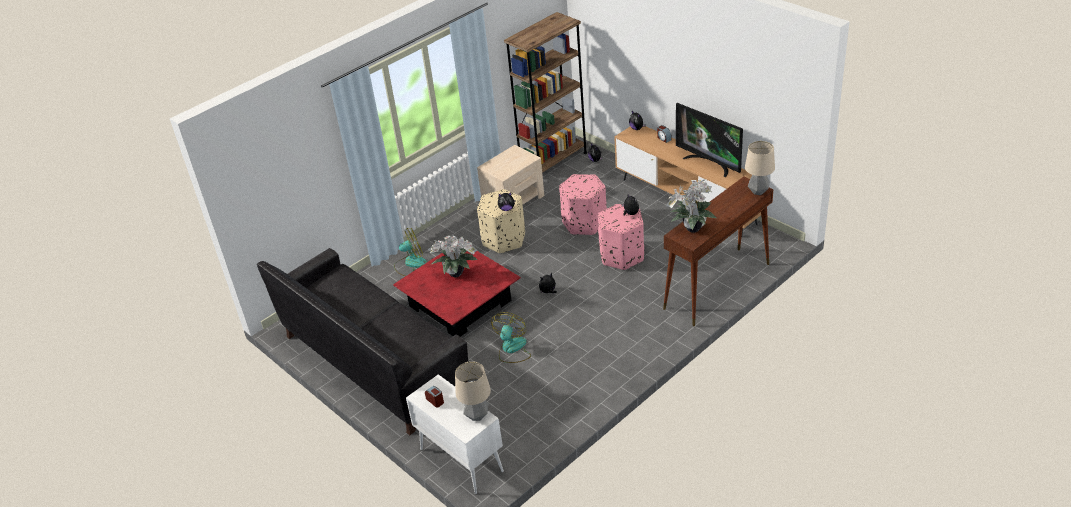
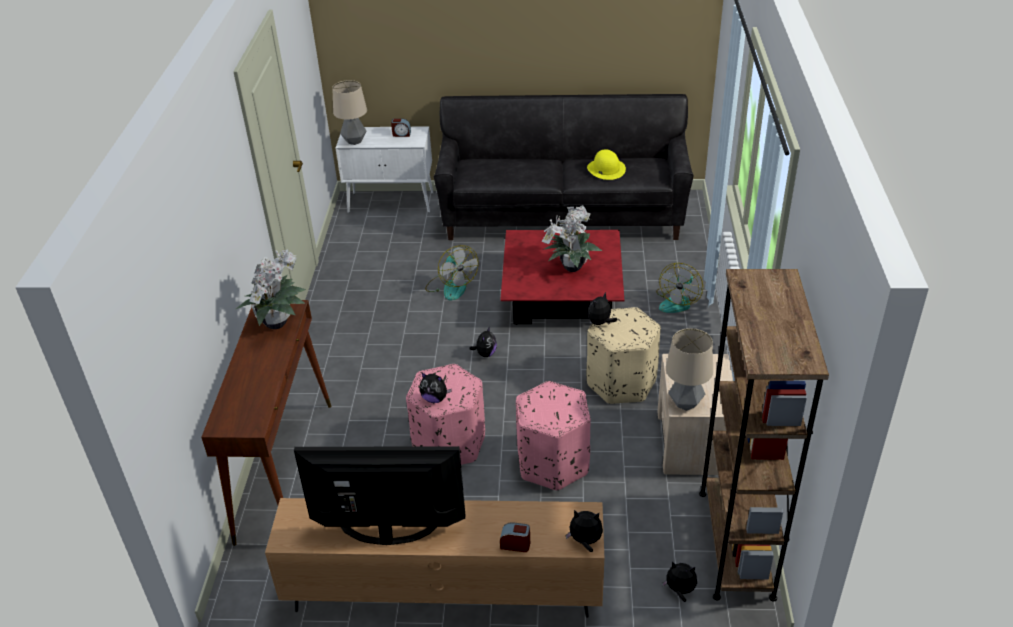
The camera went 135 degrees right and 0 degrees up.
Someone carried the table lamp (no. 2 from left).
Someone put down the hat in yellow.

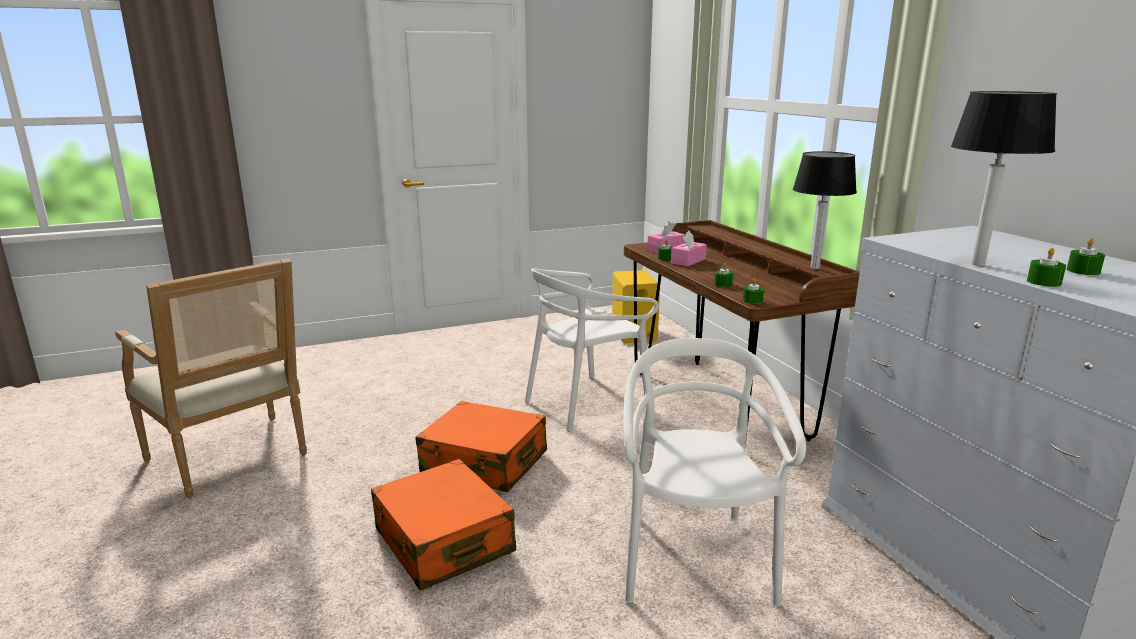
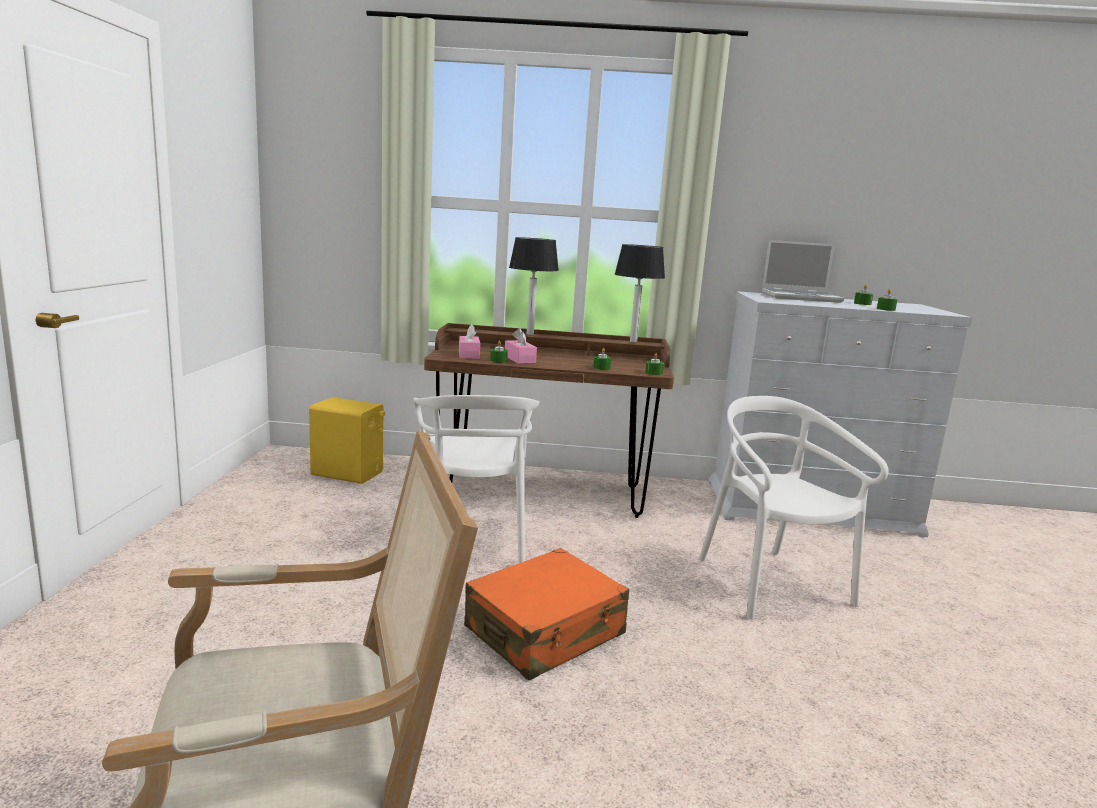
The camera went 65 degrees left and 5 degrees down.
Someone took away the suitcase in orange (no. 1 from left).
Someone rotated the chair in white (no. 2 from left) by 45 degrees clockwise.
Someone carried the table lamp (no. 2 from left in the first image).
Someone put down the laptop.

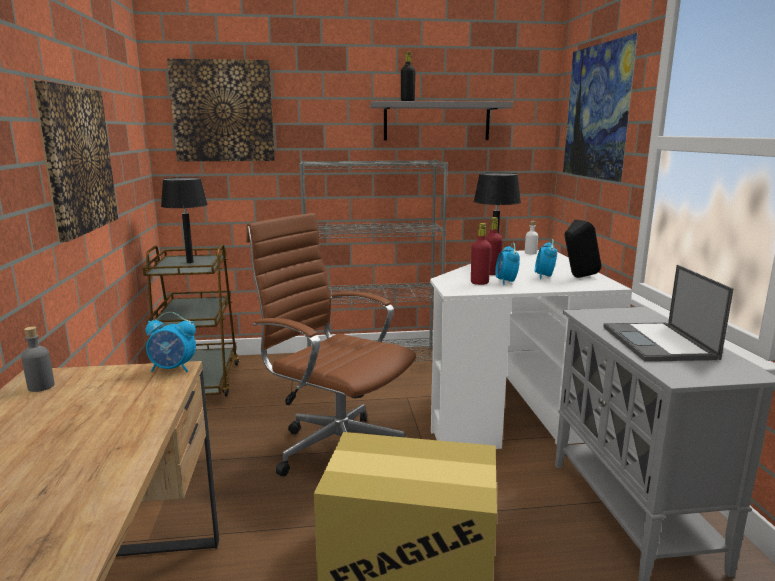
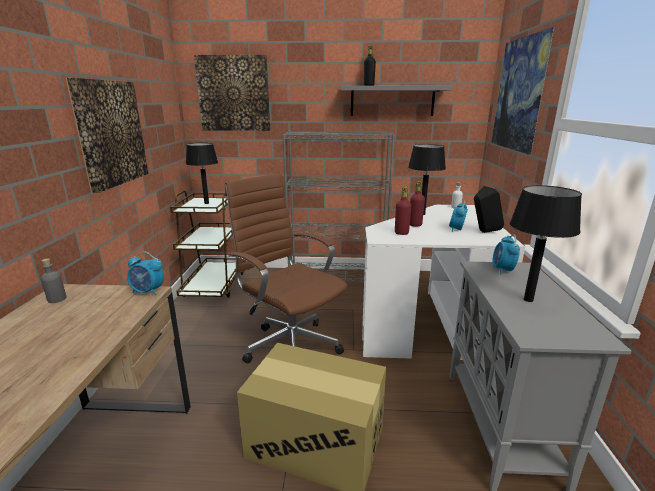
The camera went 10 degrees right and 5 degrees up.
Someone carried the alarm clock (no. 2 from left in the first image).
Someone swapped the laptop for the table lamp in black (no. 3 from left).

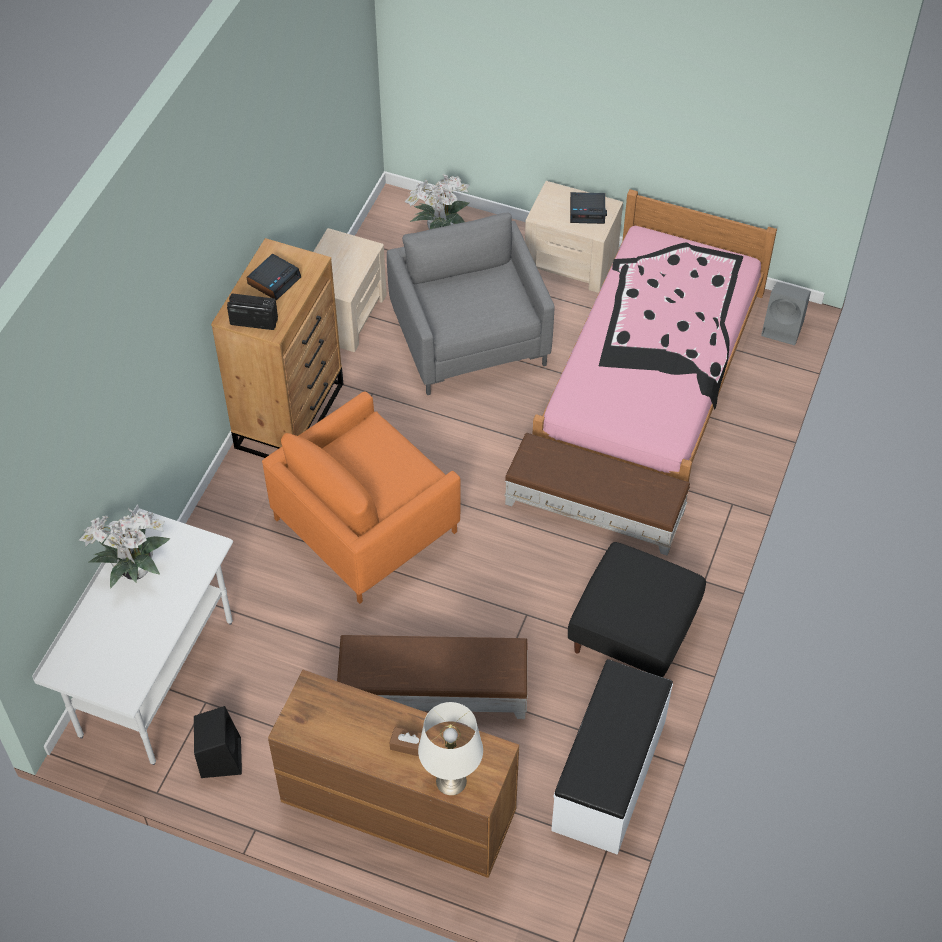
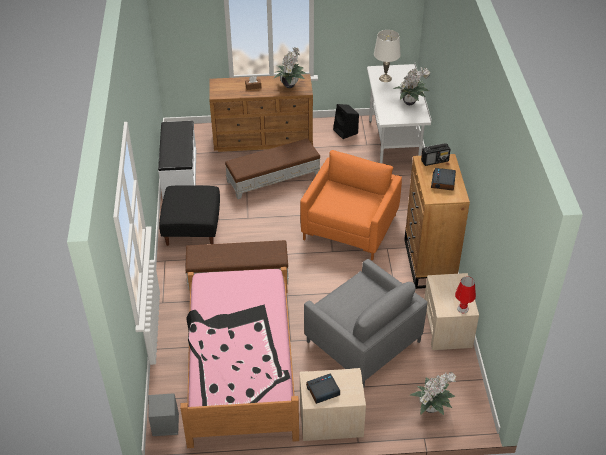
The camera went 155 degrees right and 10 degrees down.
Someone carried the table lamp in white.
Someone put down the potted plant (no. 1 from left).
Someone put down the table lamp in red.

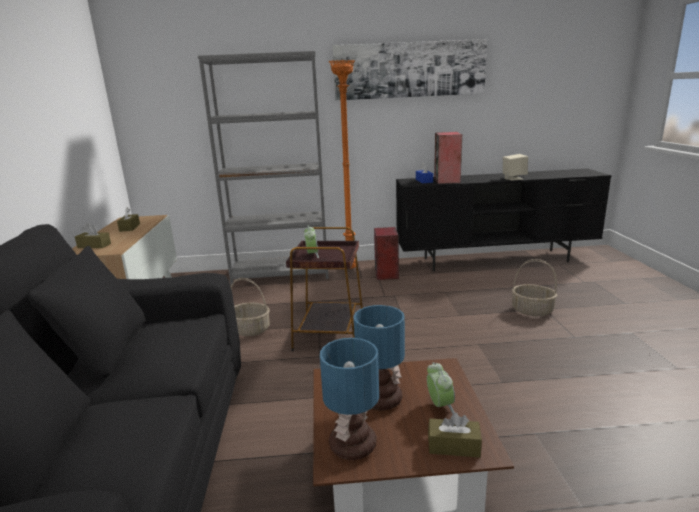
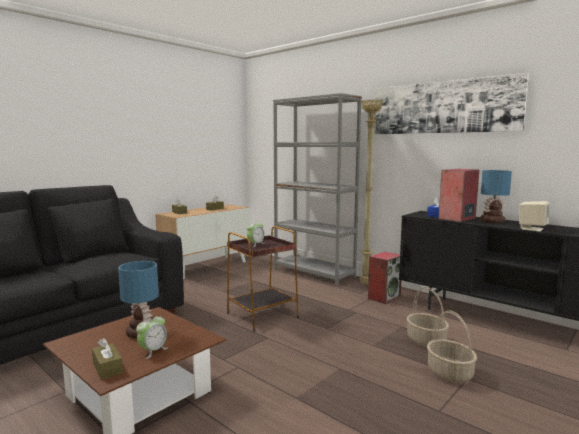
The camera went 45 degrees right and 10 degrees down.
Someone carried the basket (no. 1 from left).
Someone carried the table lamp (no. 1 from left in the first image).
Someone repainted the floor lamp in orange, which became the floor lamp in beige.

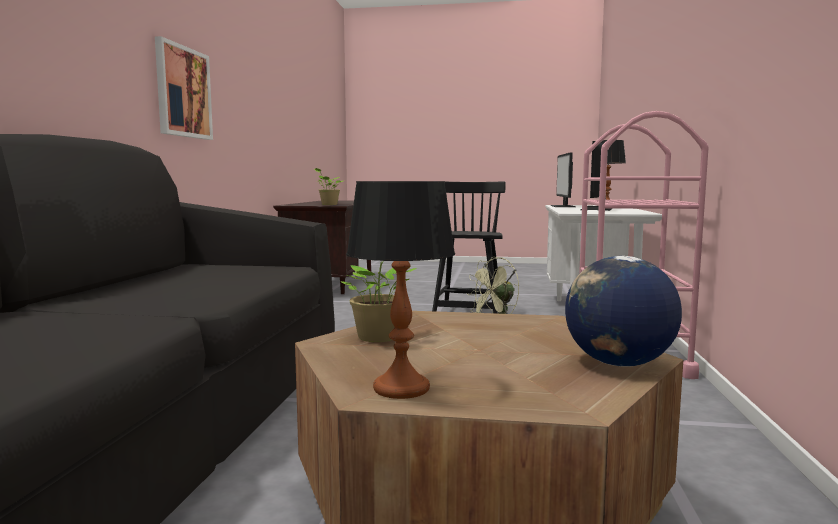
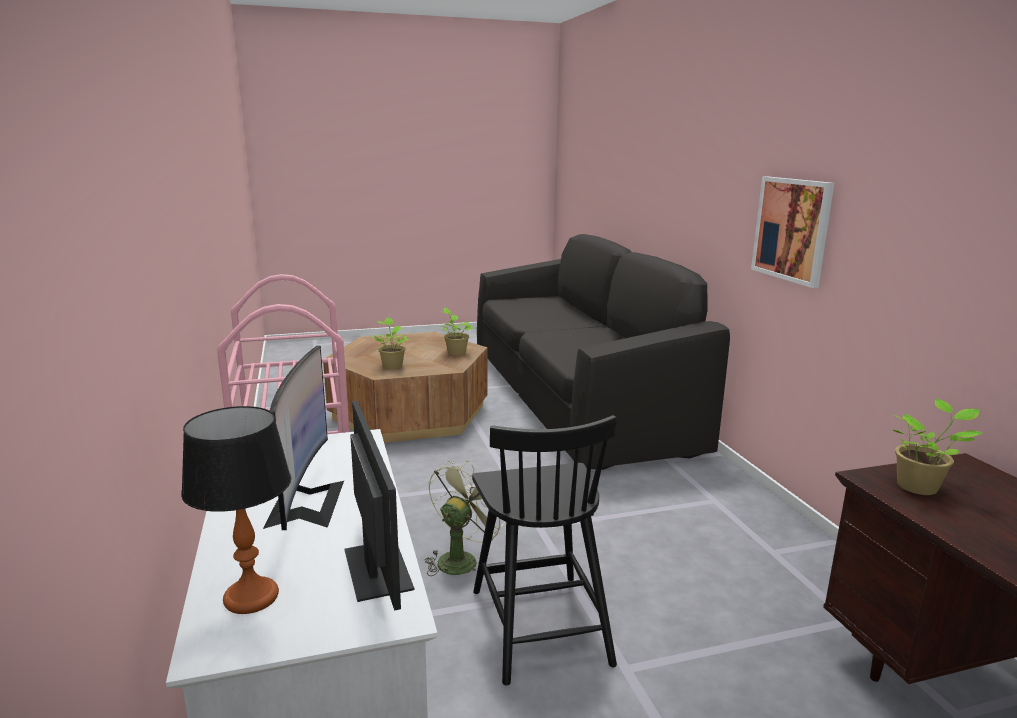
The camera went 155 degrees right and 10 degrees up.
Someone took away the table lamp (no. 1 from left).
Someone took away the globe.
Someone put down the potted plant (no. 1 from left).

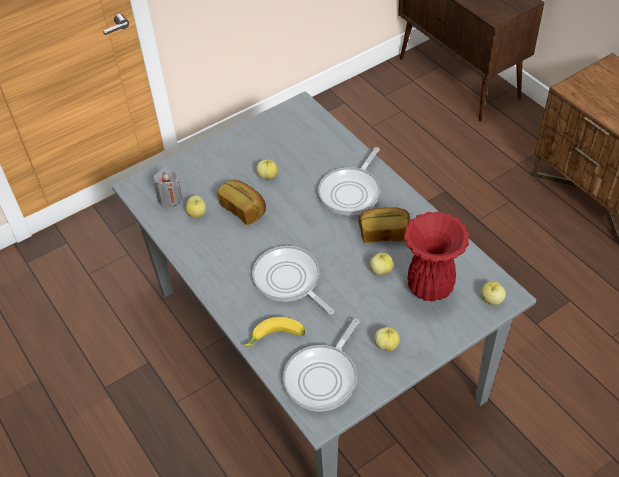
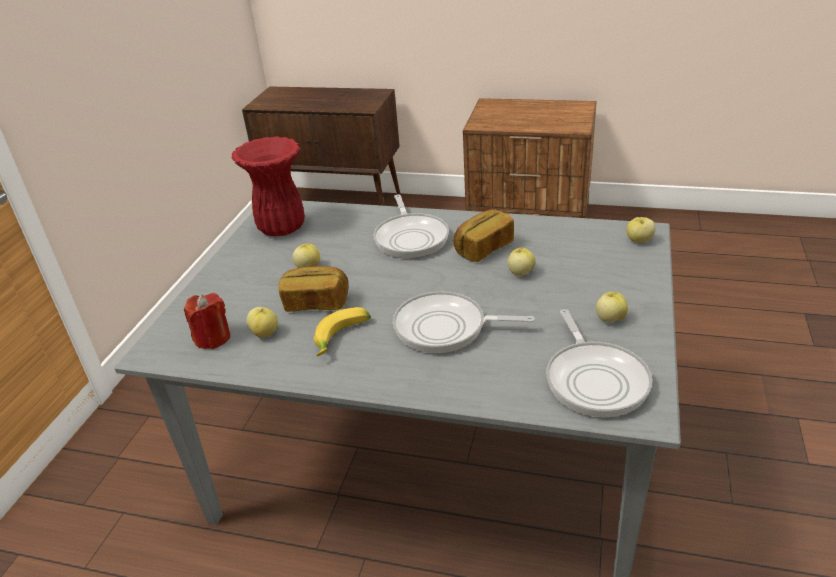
The camera went 40 degrees left and 15 degrees down.
Someone repainted the candle in grey, which became the candle in red.
Someone carried the banana.
Someone carried the vase in red.

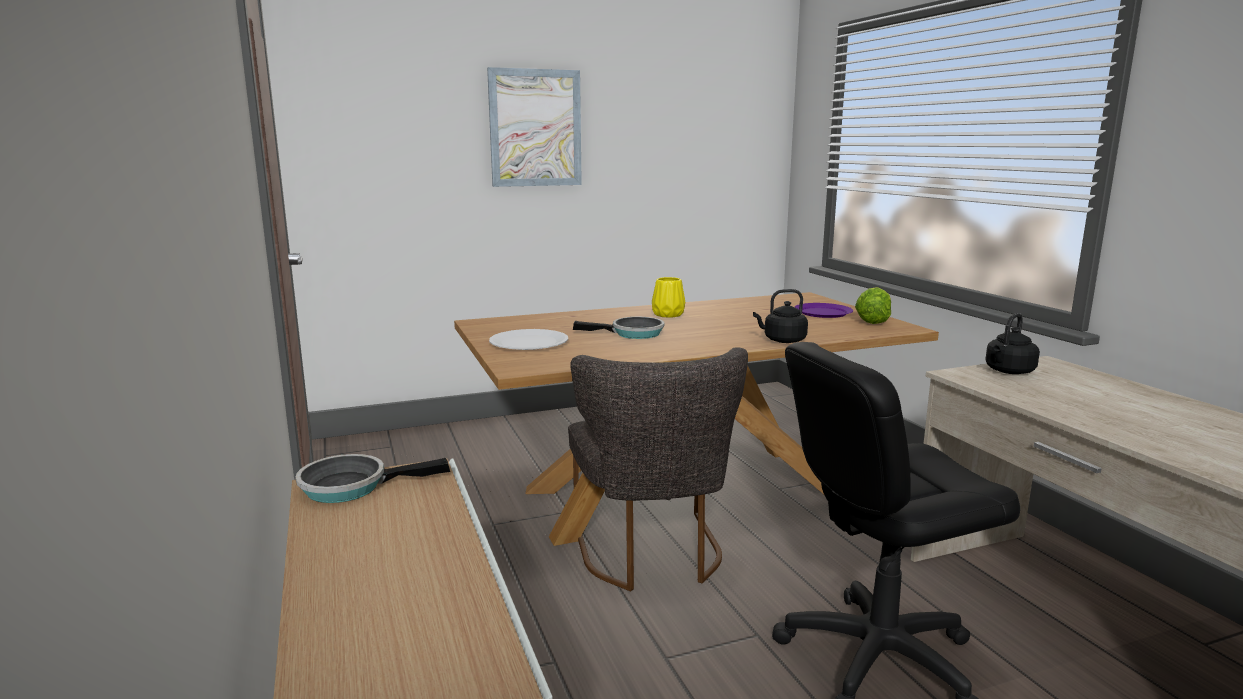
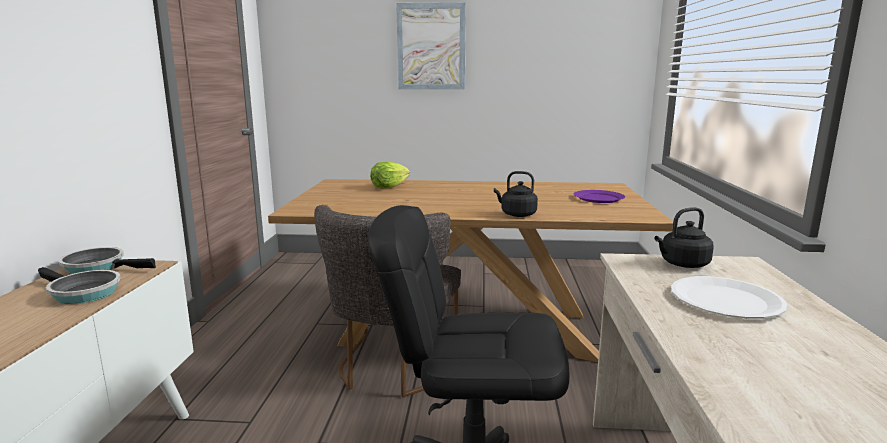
The camera went 25 degrees right and 0 degrees up.
Someone carried the plate in white.
Someone carried the frying pan (no. 2 from left in the first image).
Someone took away the vase in yellow.
Someone carried the lettuce.

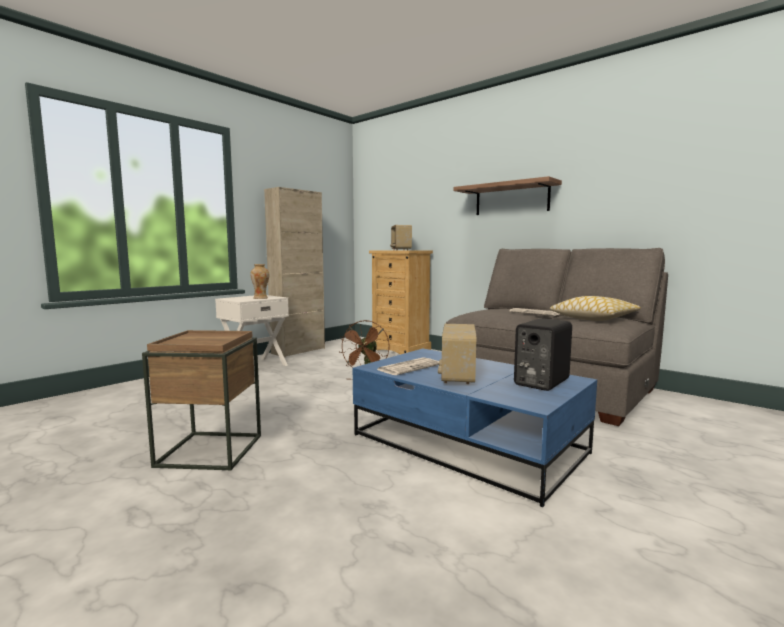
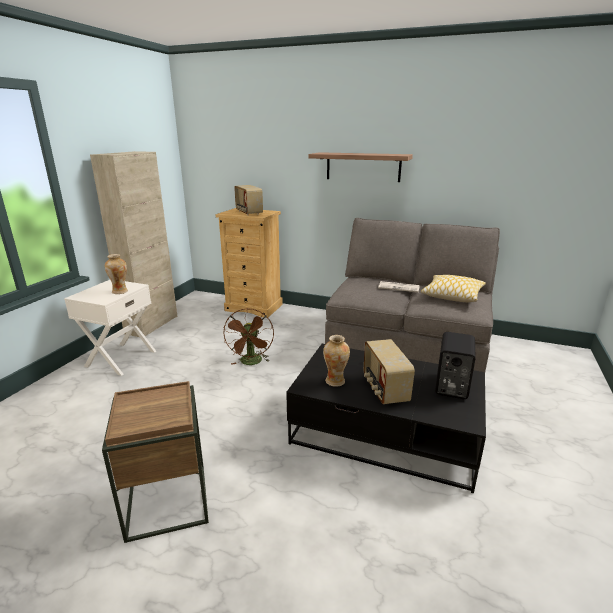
The camera went 20 degrees left and 15 degrees up.
Someone repainted the coffee table in blue, which became the coffee table in black.
Someone swapped the newspaper (no. 1 from left) for the vase (no. 2 from left).

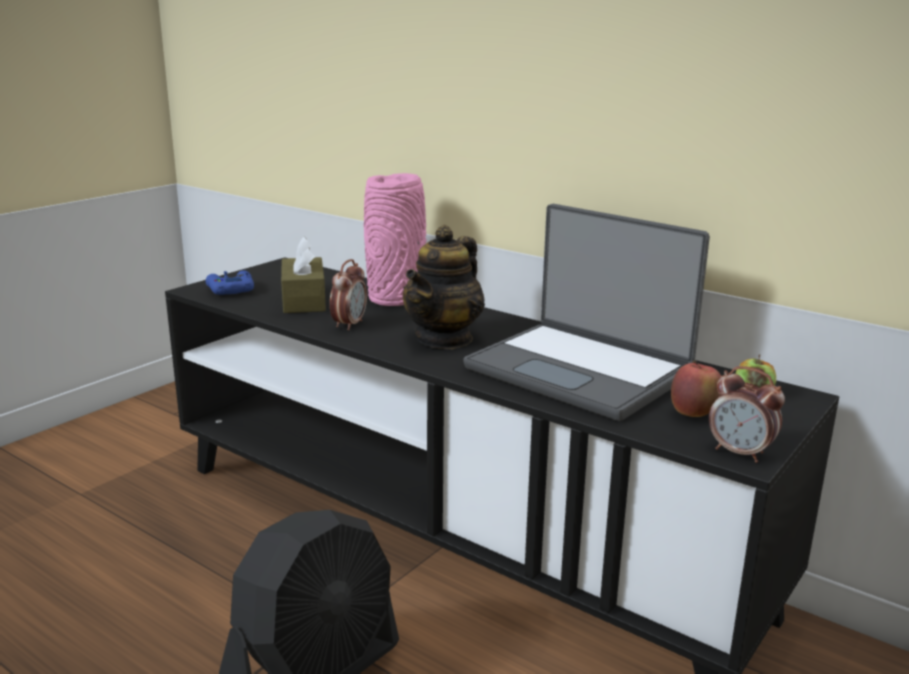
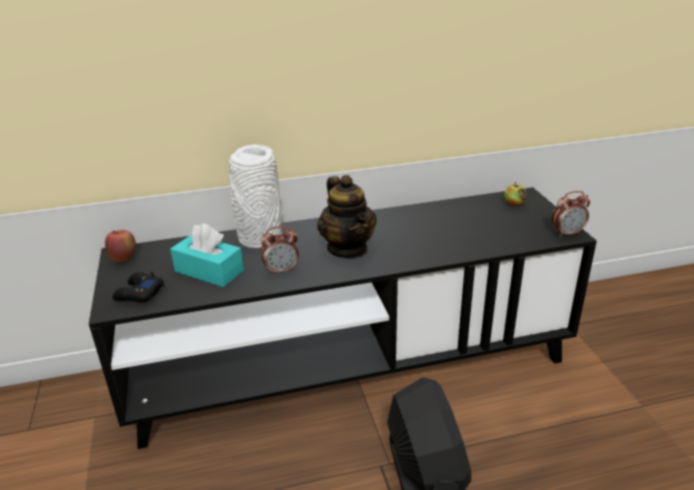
The camera went 50 degrees left and 10 degrees up.
Someone repainted the game controller in blue, which became the game controller in black.
Someone repainted the tissue box in brown, which became the tissue box in turquoise.
Someone rotated the alarm clock (no. 1 from left) by 105 degrees clockwise.
Someone repainted the vase in pink, which became the vase in white.
Someone took away the laptop.
Someone carried the apple (no. 1 from left).

